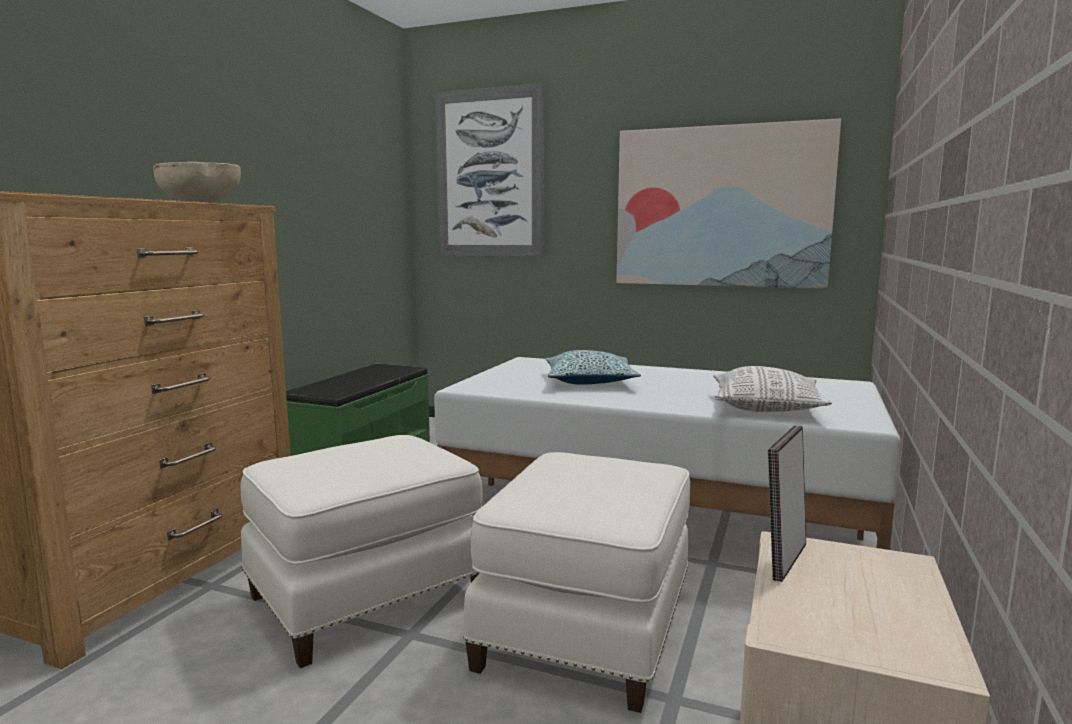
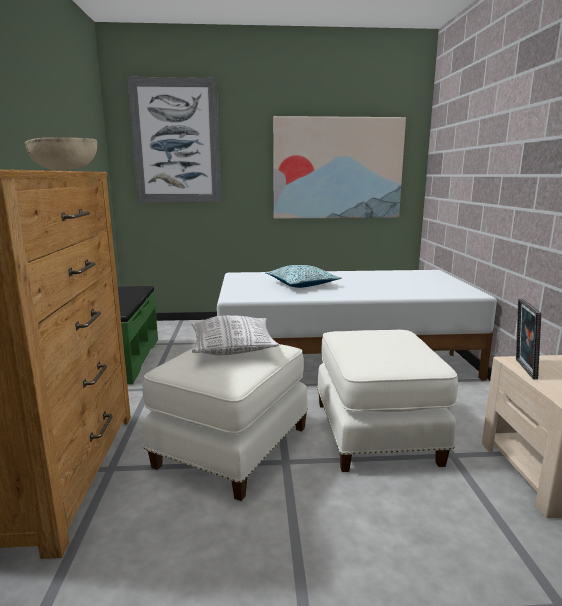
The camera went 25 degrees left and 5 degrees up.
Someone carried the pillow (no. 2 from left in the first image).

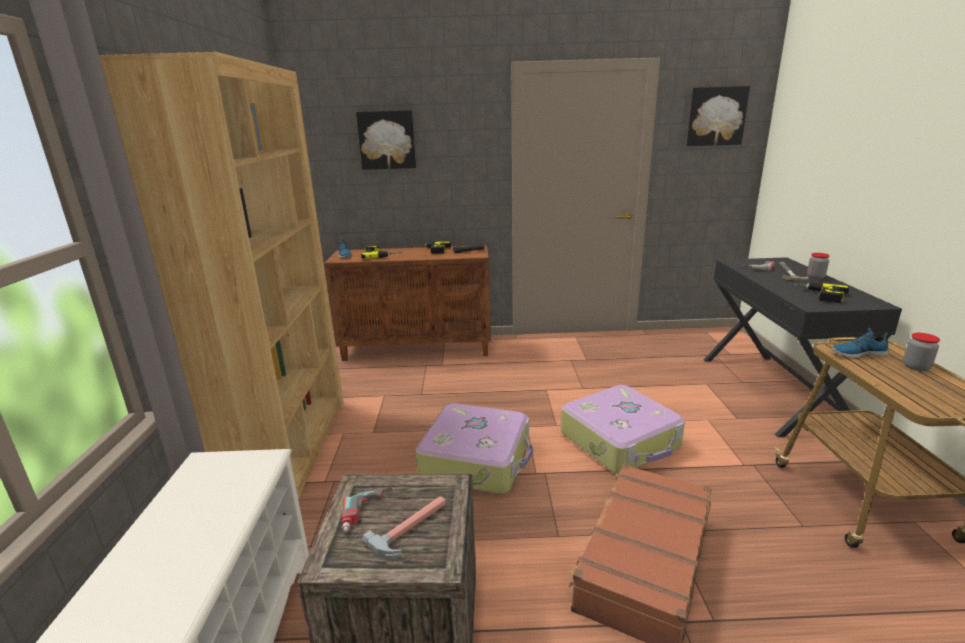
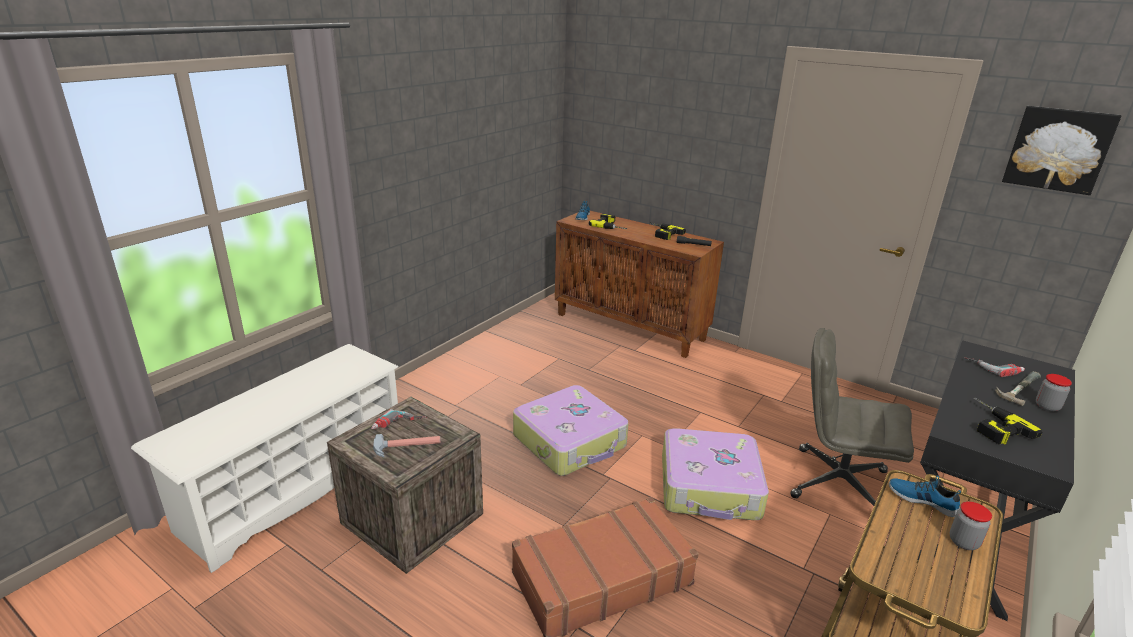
The camera went 35 degrees right and 5 degrees up.
Someone took away the bookcase in brown.
Someone took away the picture (no. 1 from left).
Someone put down the office chair in grey.

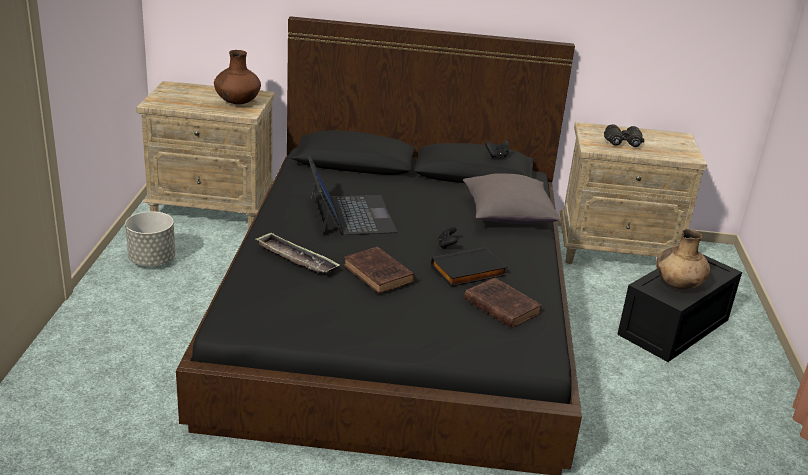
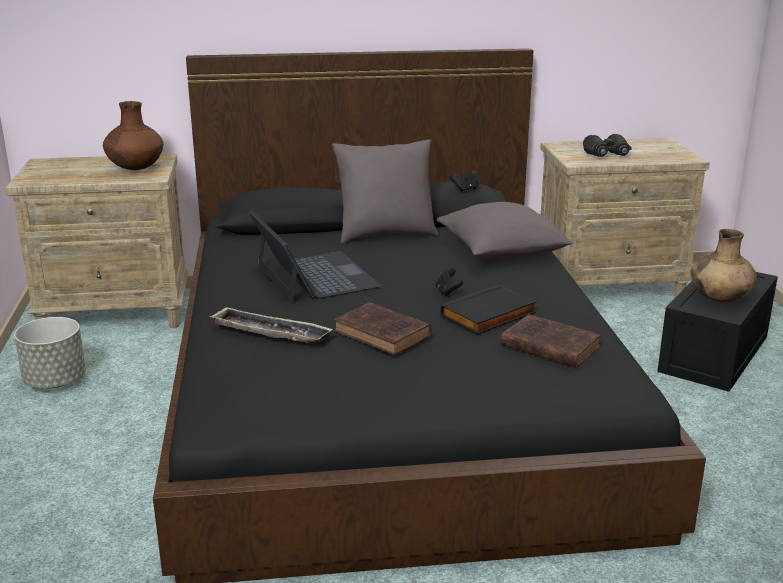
The camera went 10 degrees left and 5 degrees down.
Someone put down the pillow in grey (no. 1 from left).

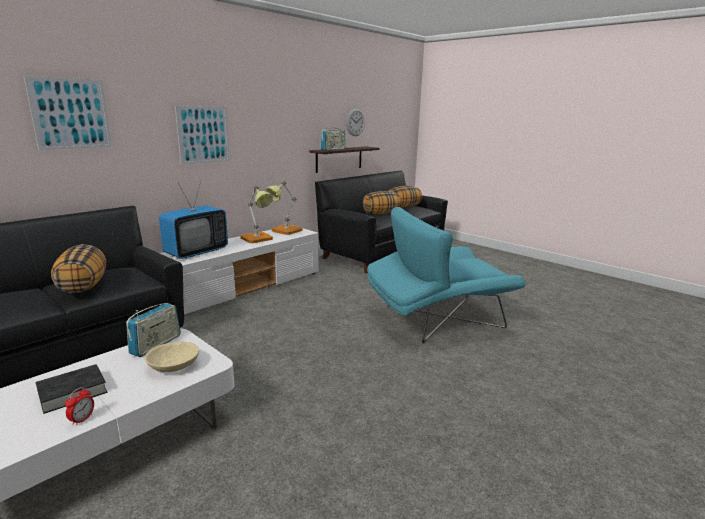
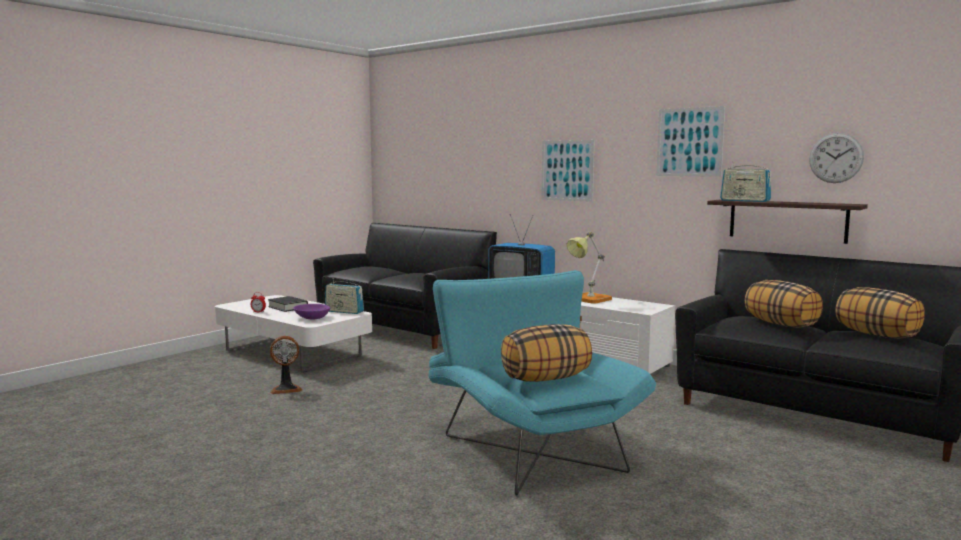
The camera went 85 degrees right and 10 degrees down.
Someone carried the picture (no. 1 from left in the first image).
Someone carried the pillow (no. 1 from left).
Someone repainted the bowl in beige, which became the bowl in purple.
Someone took away the table lamp (no. 2 from left).
Someone put down the fan.

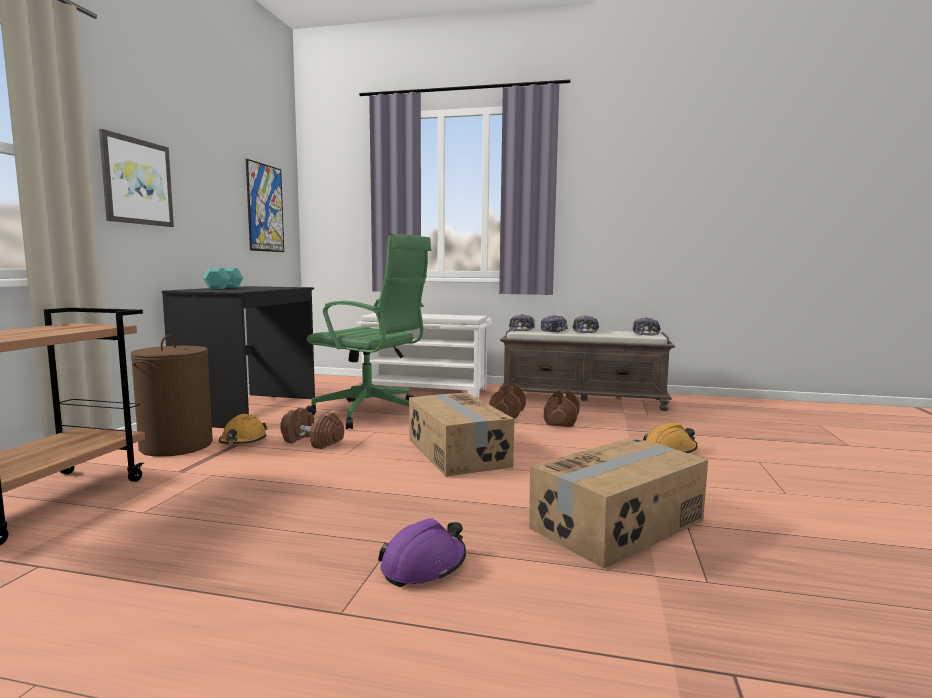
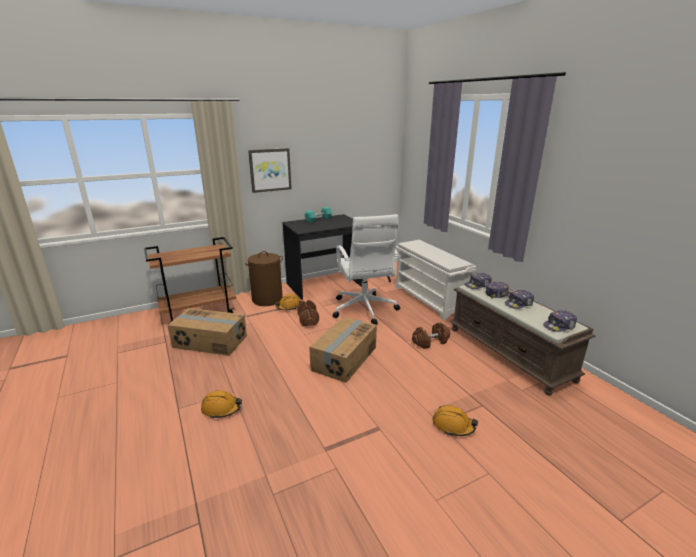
The camera went 50 degrees right and 15 degrees up.
Someone took away the picture (no. 2 from left).
Someone repainted the office chair in green, which became the office chair in white.
Someone repainted the hard hat in purple, which became the hard hat in orange (no. 1 from left).
Someone carried the cardboard box (no. 2 from left in the first image).
Someone took away the dumbbell in brown (no. 3 from left).

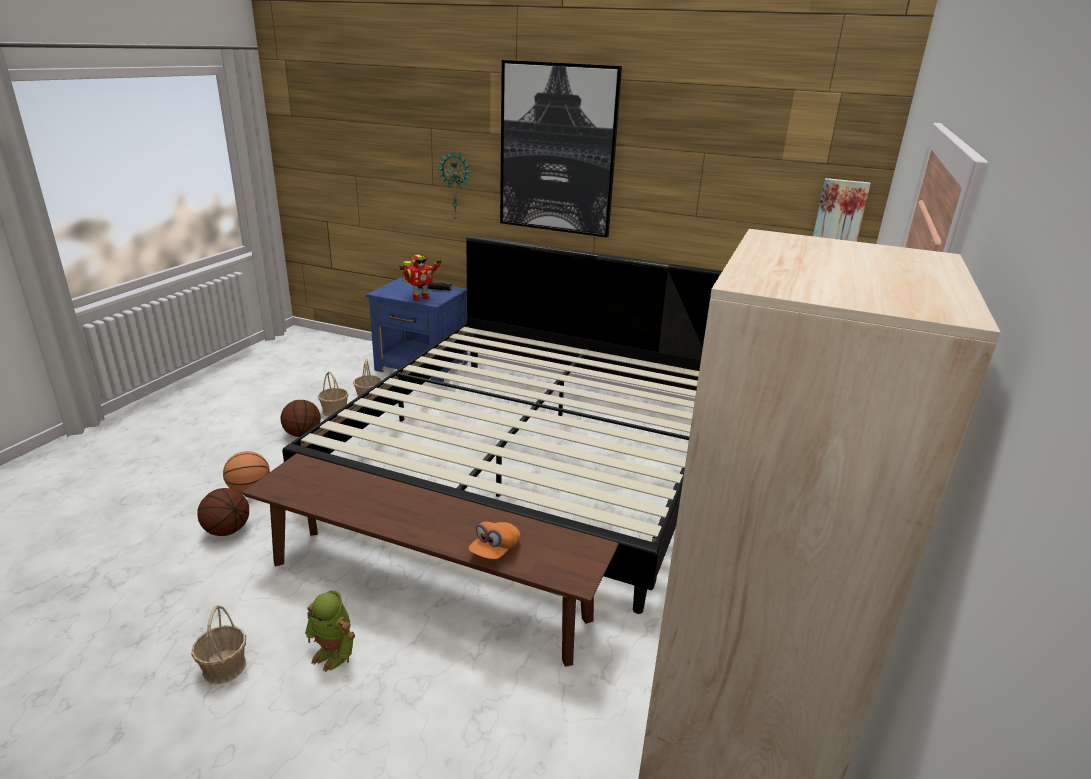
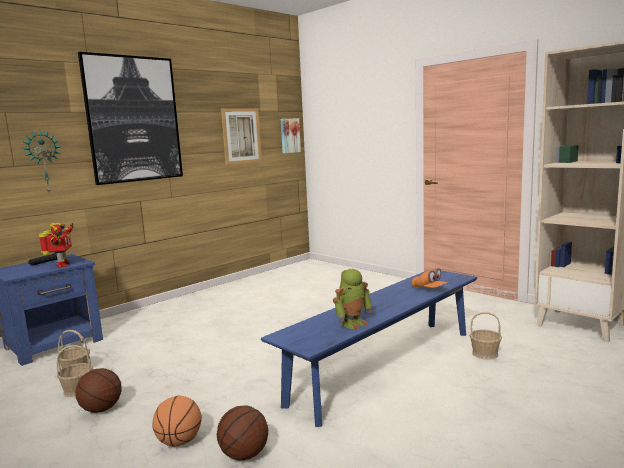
The camera went 65 degrees left and 15 degrees down.
Someone carried the basket (no. 1 from left in the first image).
Someone repainted the bench in brown, which became the bench in blue.
Someone took away the bed.
Someone carried the toy robot (no. 1 from left in the first image).
Someone put up the picture (no. 2 from left).

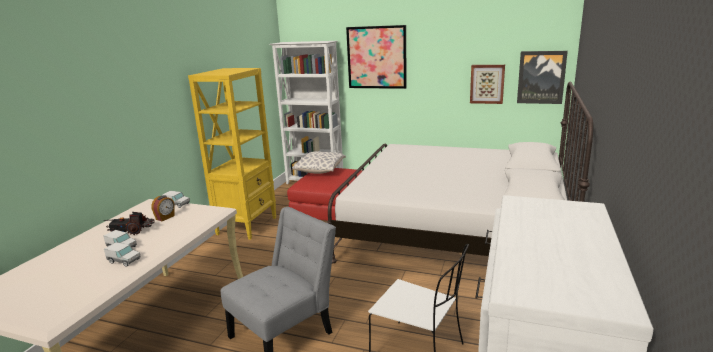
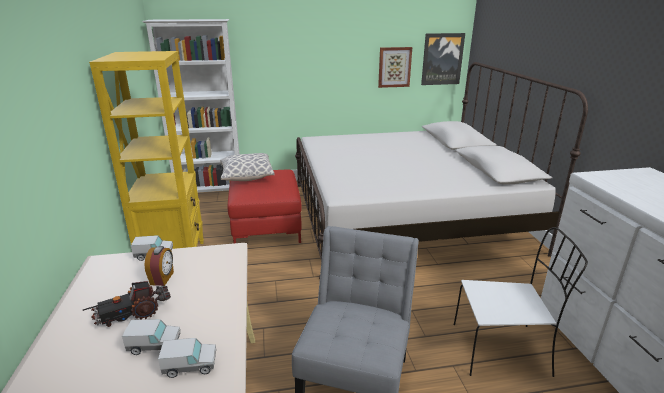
The camera went 30 degrees left and 5 degrees up.
Someone took away the picture (no. 1 from left).

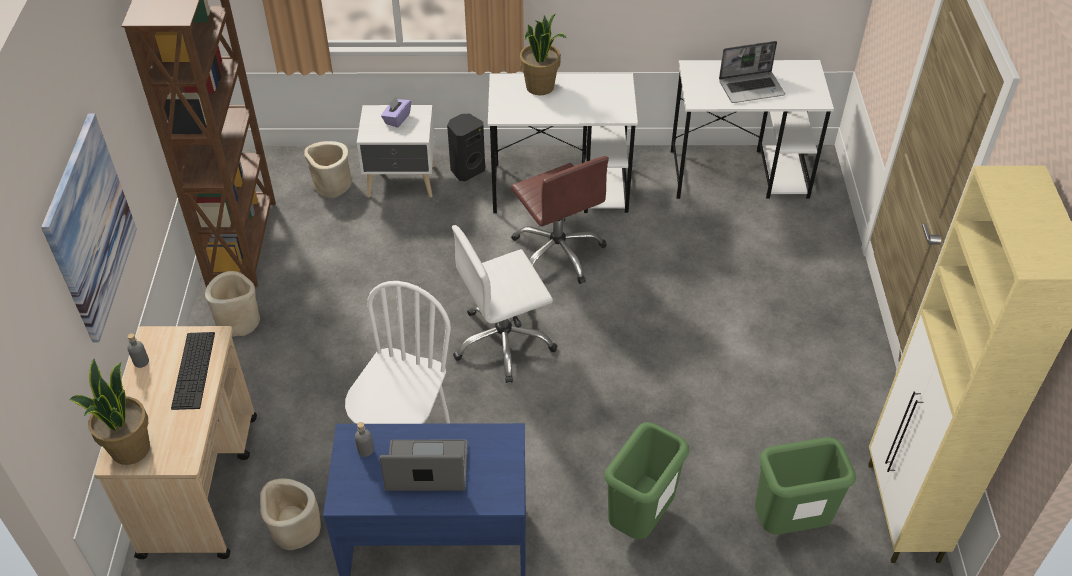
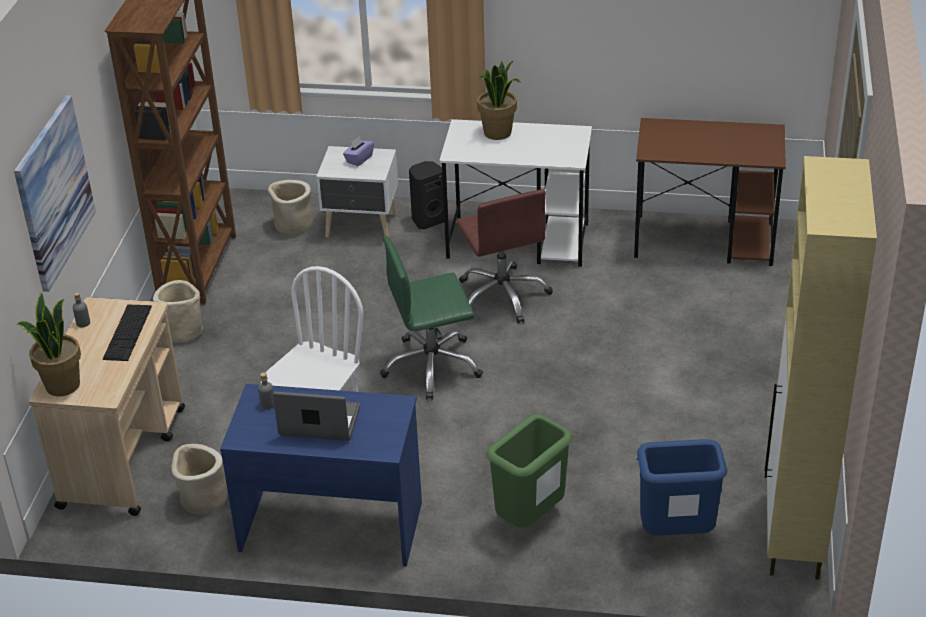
The camera went 10 degrees right and 10 degrees down.
Someone repainted the office chair in white, which became the office chair in green.
Someone repainted the desk in white (no. 2 from left), which became the desk in brown.
Someone took away the laptop (no. 2 from left).
Someone repainted the trash can in green (no. 2 from left), which became the trash can in blue.

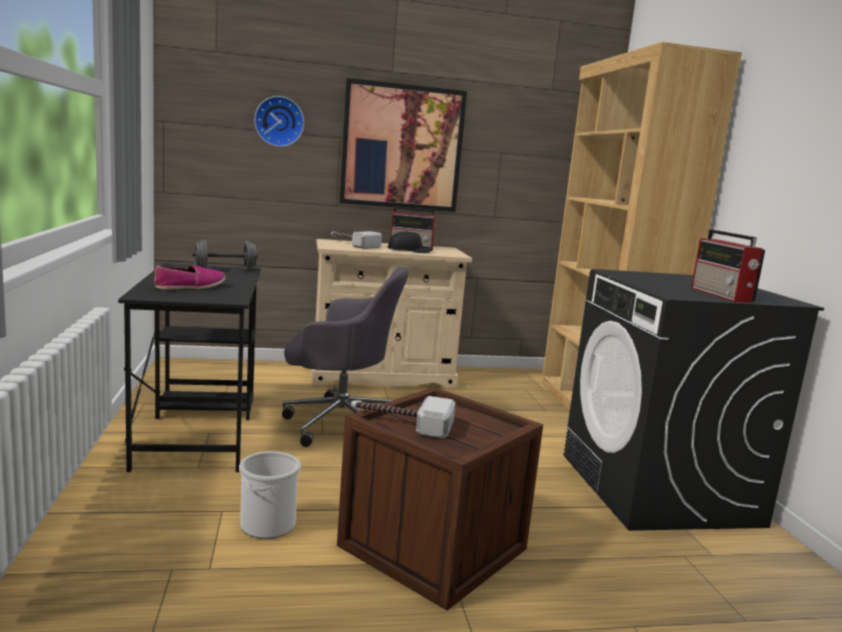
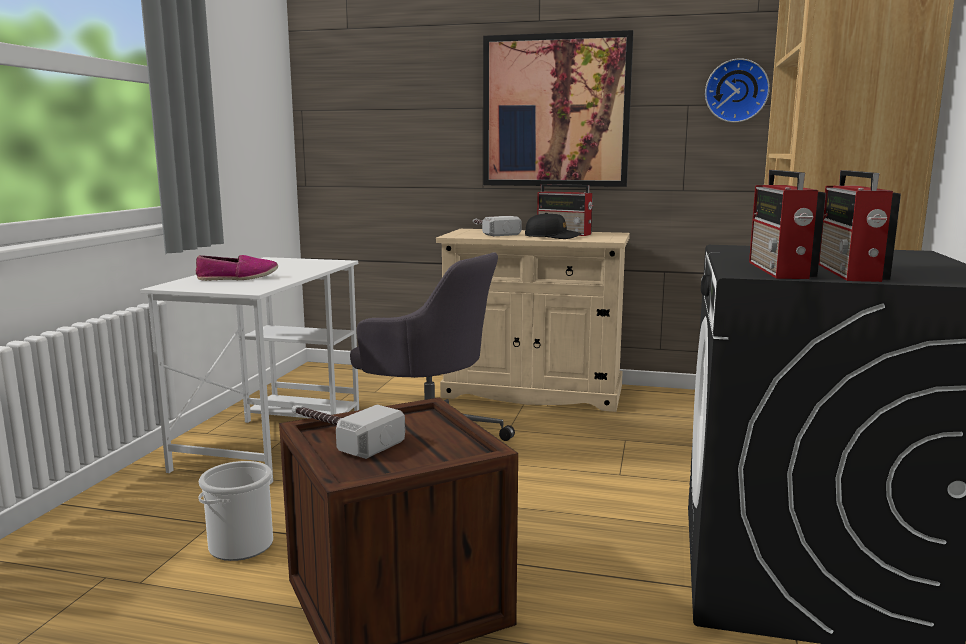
The camera went 25 degrees right and 0 degrees up.
Someone repainted the desk in black, which became the desk in white.
Someone took away the dumbbell in grey.
Someone carried the wall clock.
Someone put down the radio (no. 2 from left).

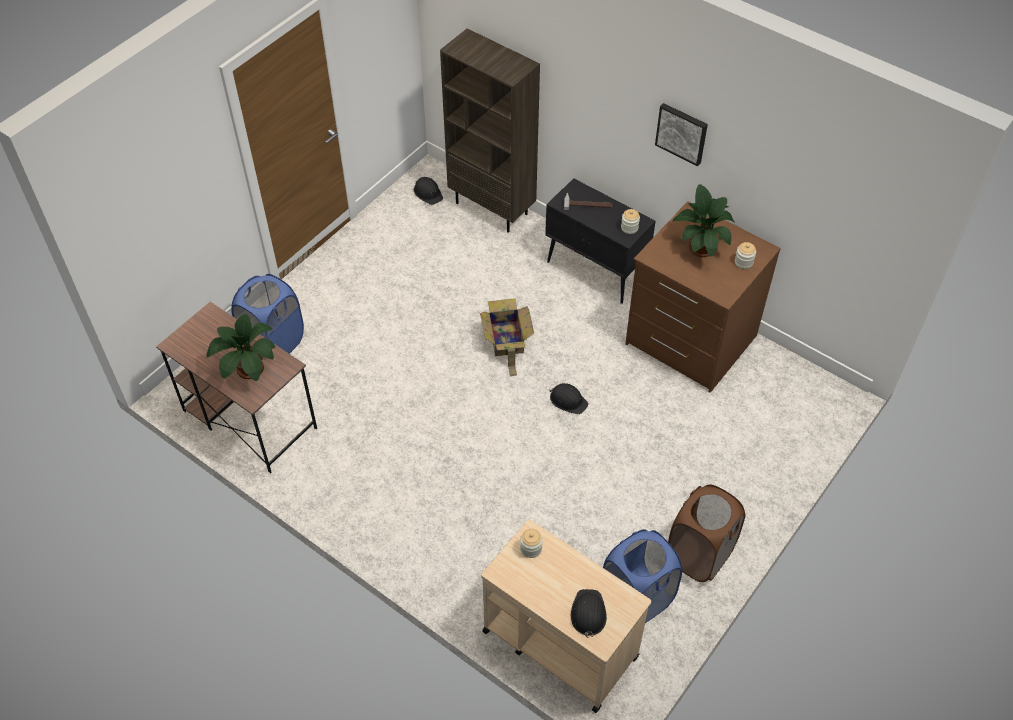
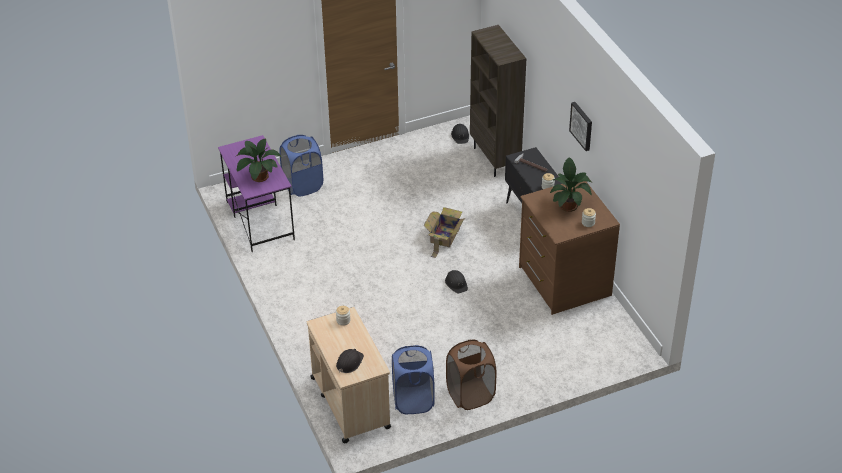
The camera went 30 degrees right and 10 degrees down.
Someone repainted the desk in brown, which became the desk in purple.

